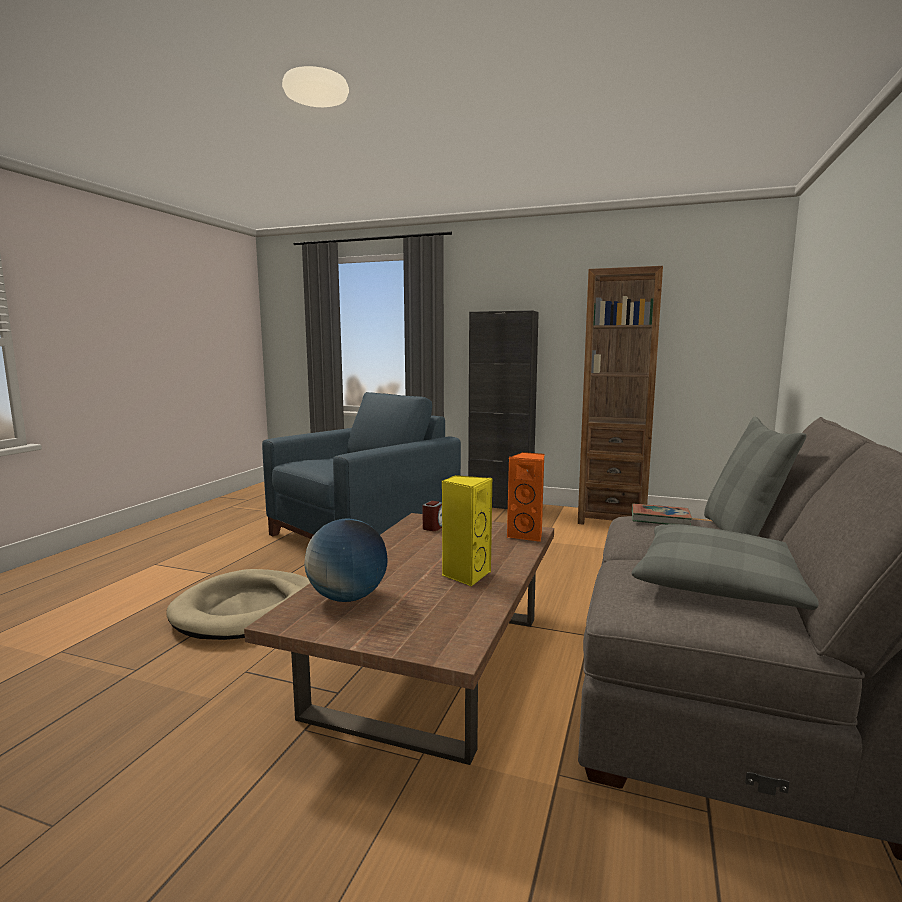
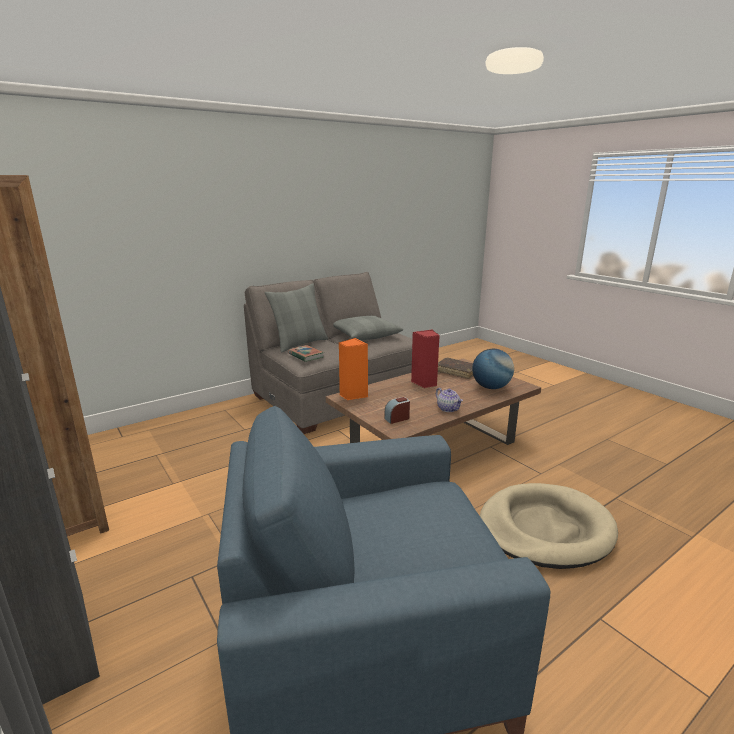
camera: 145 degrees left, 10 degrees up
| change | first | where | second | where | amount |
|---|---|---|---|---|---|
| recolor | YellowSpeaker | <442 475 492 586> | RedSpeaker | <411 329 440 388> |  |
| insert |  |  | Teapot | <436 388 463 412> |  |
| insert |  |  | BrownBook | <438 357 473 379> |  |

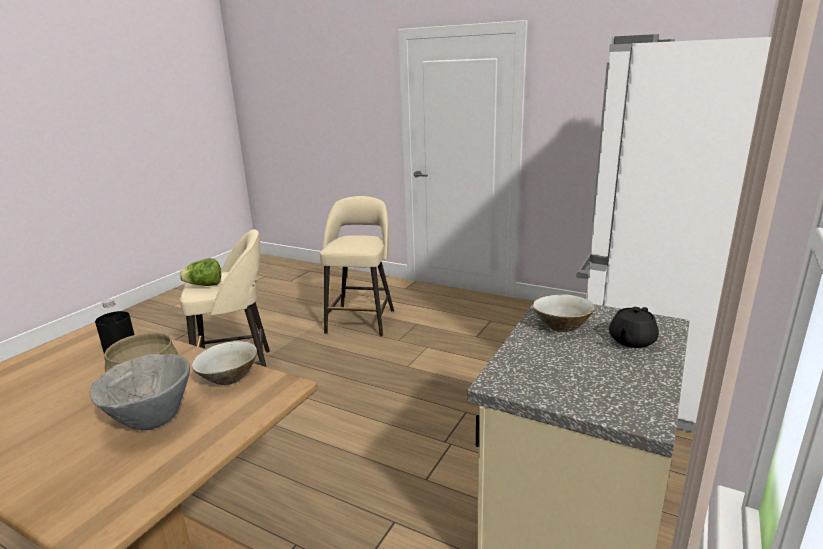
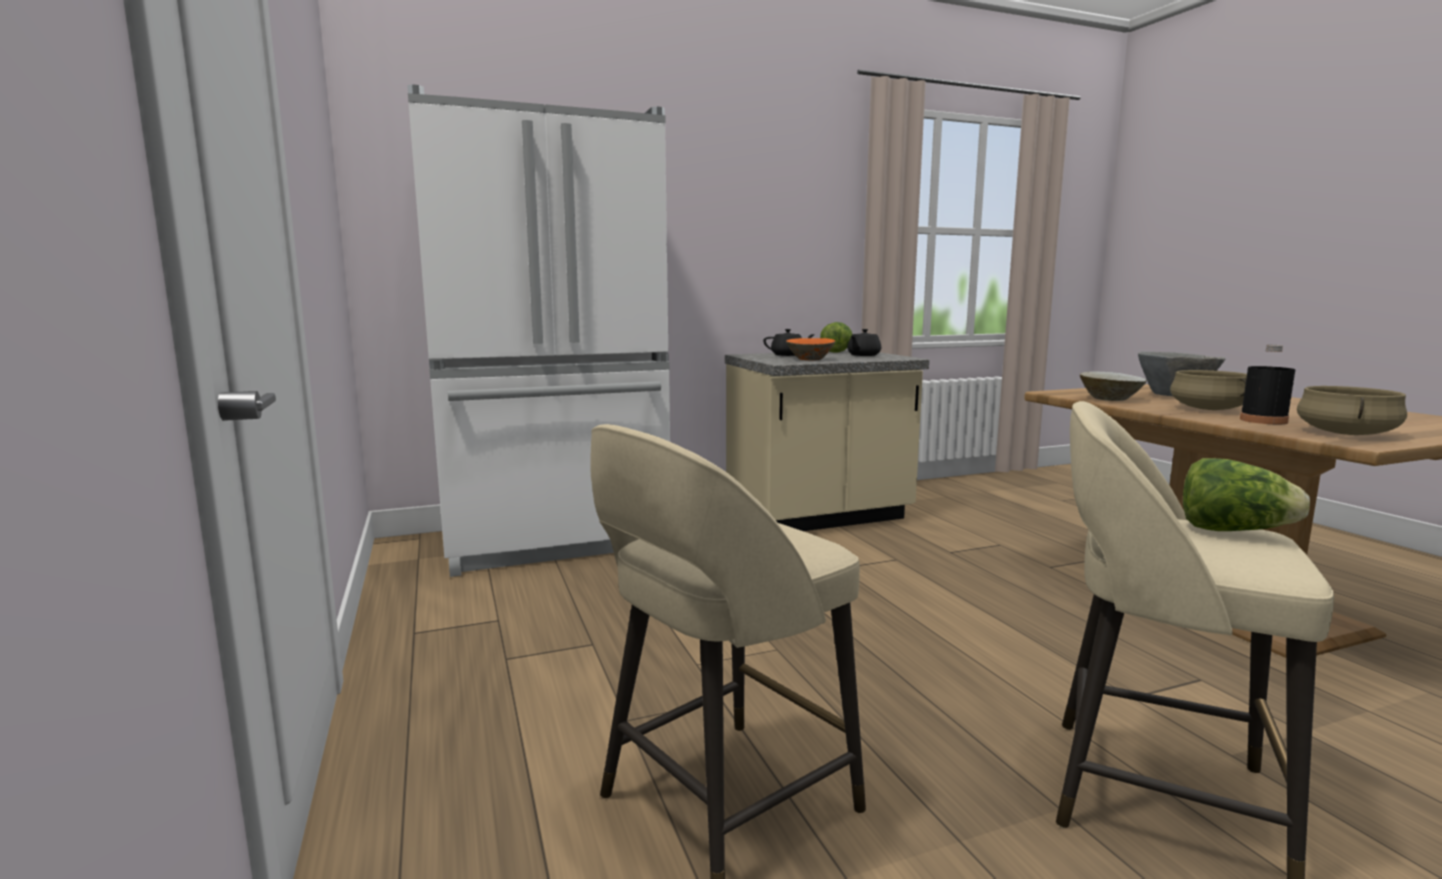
camera: 140 degrees left, 10 degrees down
| change | first | where | second | where | amount |
|---|---|---|---|---|---|
| recolor | BeigeBowl | <532 294 594 332> | OrangeBowl | <786 338 835 361> |  |
| insert |  |  | Lettuce | <820 322 853 353> |  |
| insert |  |  | BlackTeapot | <847 329 881 356> |  |
| insert |  |  | BeigeCookingPot | <1297 386 1407 435> |  |

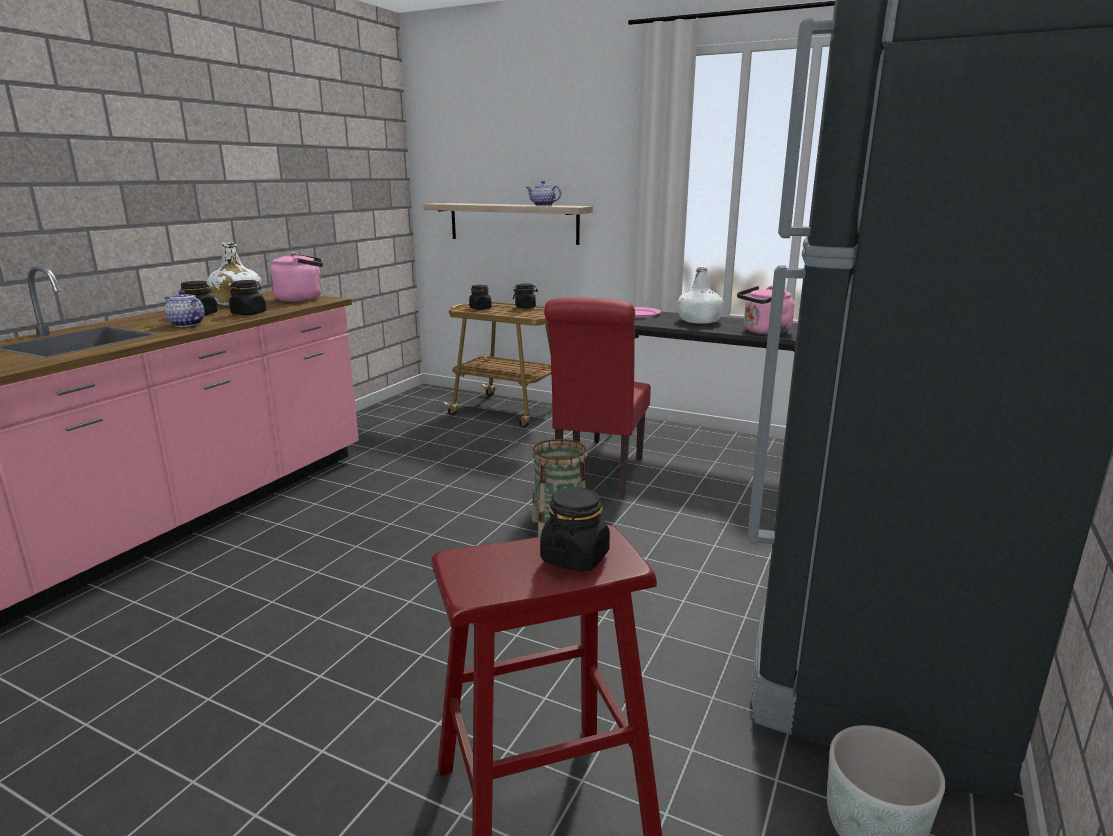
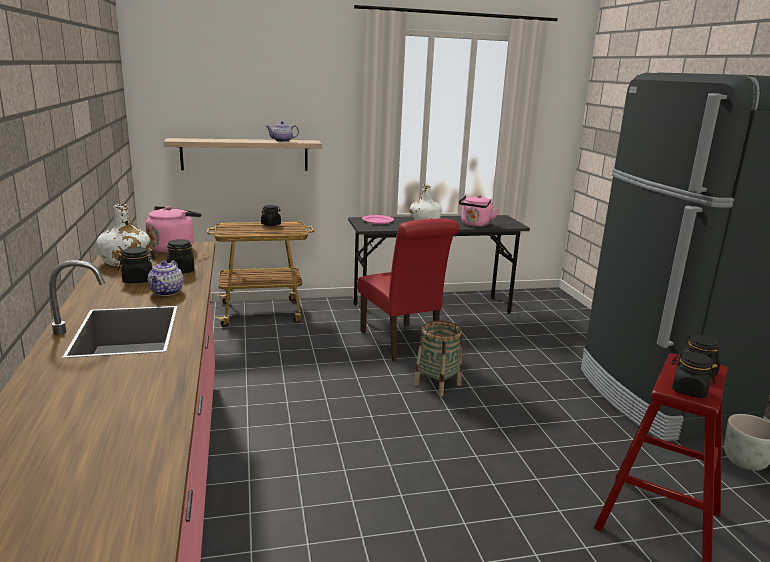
camera: 40 degrees left, 0 degrees up
| change | first | where | second | where | amount |
|---|---|---|---|---|---|
| rotate | Teapot | <164 290 204 327> |  | <147 260 184 296> | 75 degrees counterclockwise |
| move | BlackJar | <469 285 492 310> |  | <671 352 717 398> |  |

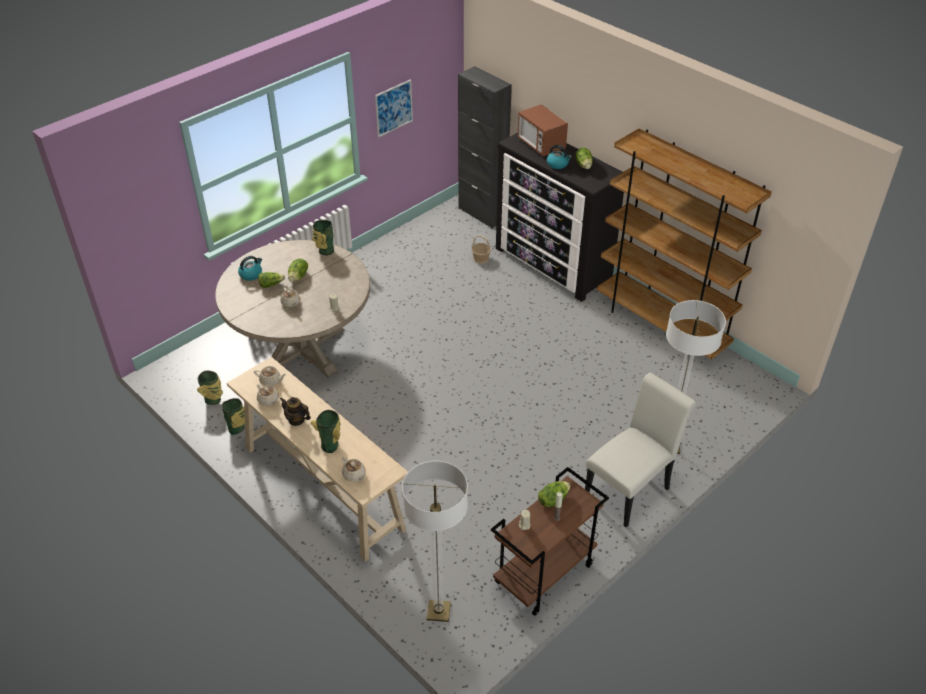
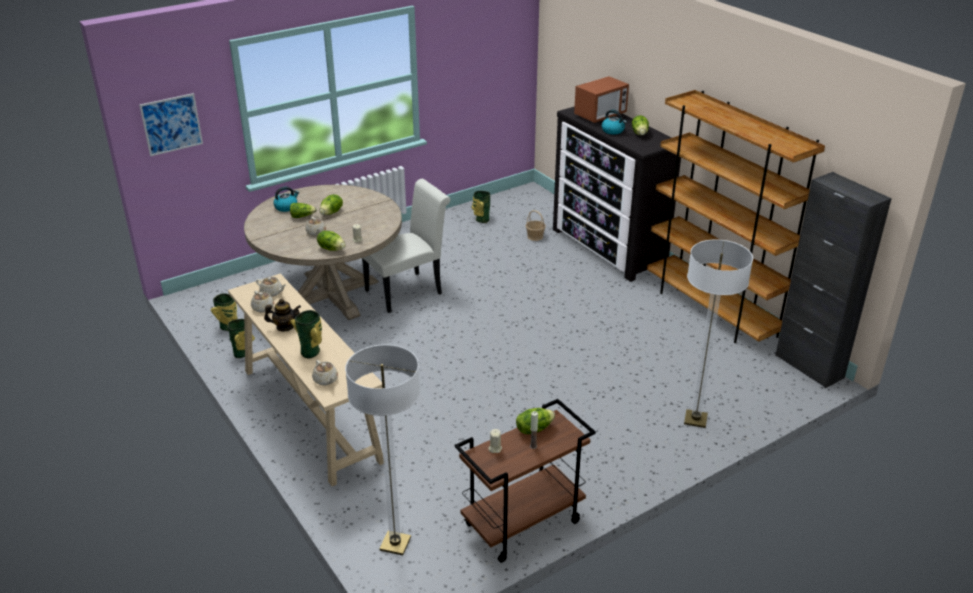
camera: 10 degrees right, 10 degrees down
| change | first | where | second | where | amount |
|---|---|---|---|---|---|
| move | Picture | <375 79 413 137> |  | <139 93 203 156> |  |
| rotate | Teapot | <280 397 311 426> |  | <264 299 301 332> | 135 degrees clockwise |
| insert |  |  | Lettuce | <317 231 345 251> |  |
| move | WhiteChair | <585 372 696 528> |  | <362 179 451 313> |  |
| move | Vase | <312 220 334 255> |  | <472 191 490 223> |  |
| rotate | Microwave | <518 104 568 156> |  | <574 76 629 123> | 105 degrees counterclockwise |
| move | BlackCabinet | <458 66 512 229> |  | <775 172 892 388> |  |

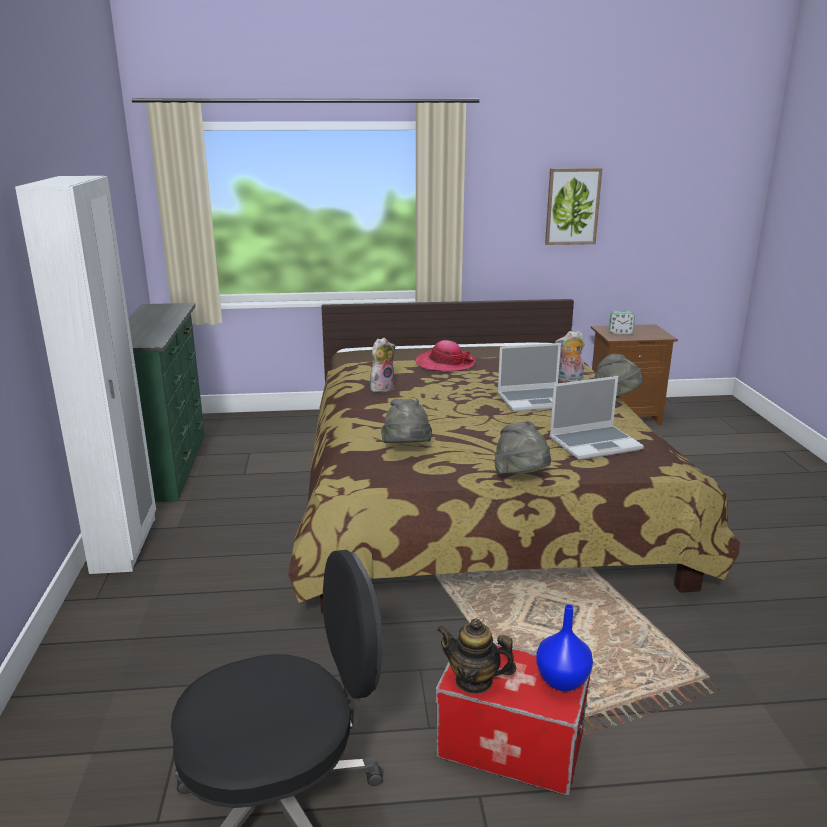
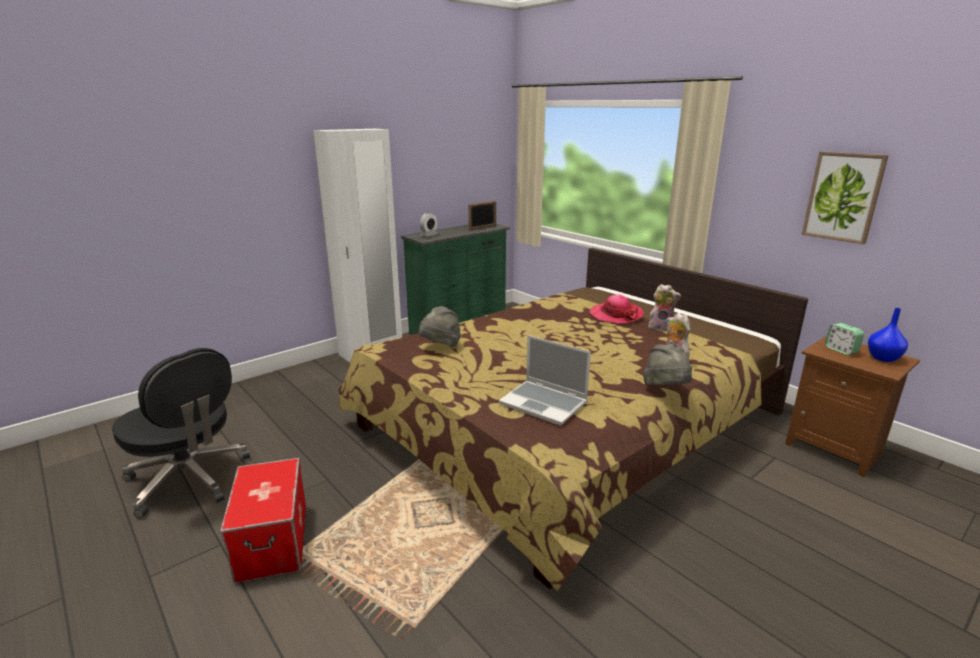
camera: 55 degrees right, 0 degrees up
| change | first | where | second | where | amount |
|---|---|---|---|---|---|
| insert |  |  | AlarmClock | <420 213 438 237> |  |
| insert |  |  | PictureFrame | <468 201 496 231> |  |
| move | PlushToy | <370 337 396 392> |  | <648 284 681 331> |  |
| move | BlueVase | <536 604 593 691> |  | <868 308 908 362> |  |
| delete | Teapot | <437 618 517 694> |  |  |  |
| delete | GreyHat | <495 421 551 474> |  |  |  |
| delete | Laptop | <497 343 561 412> |  |  |  |

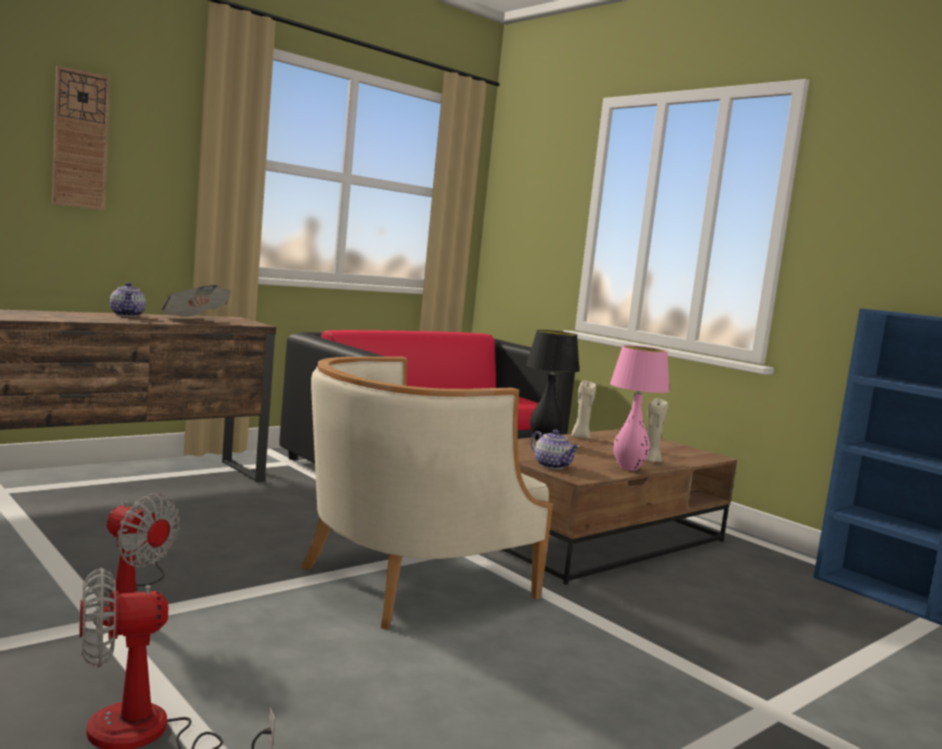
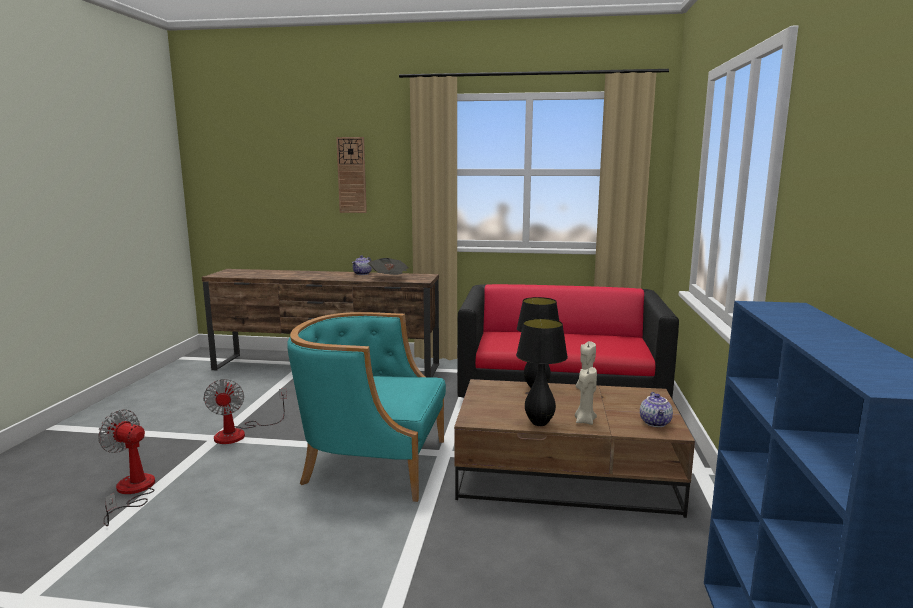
camera: 50 degrees right, 5 degrees up
| change | first | where | second | where | amount |
|---|---|---|---|---|---|
| recolor | BeigeArmchair | <301 357 553 629> | TurquoiseArmchair | <287 312 446 502> |  |
| recolor | PinkTableLamp | <610 345 670 471> | BlackTableLamp | <516 318 568 426> |  |
| move | Teapot | <530 429 580 469> |  | <640 392 673 427> |  |

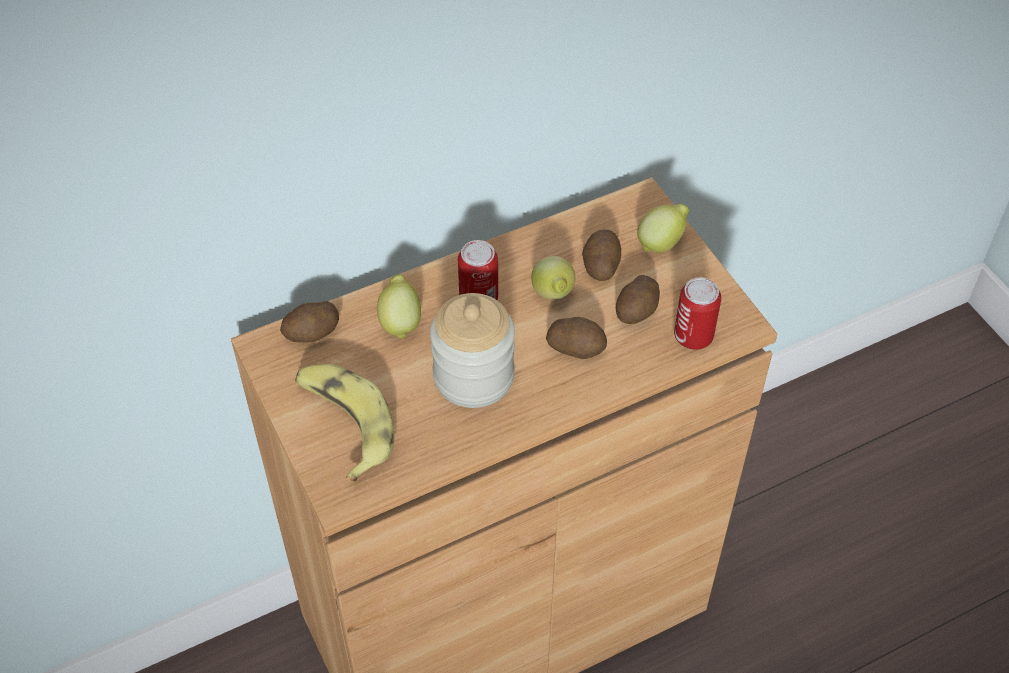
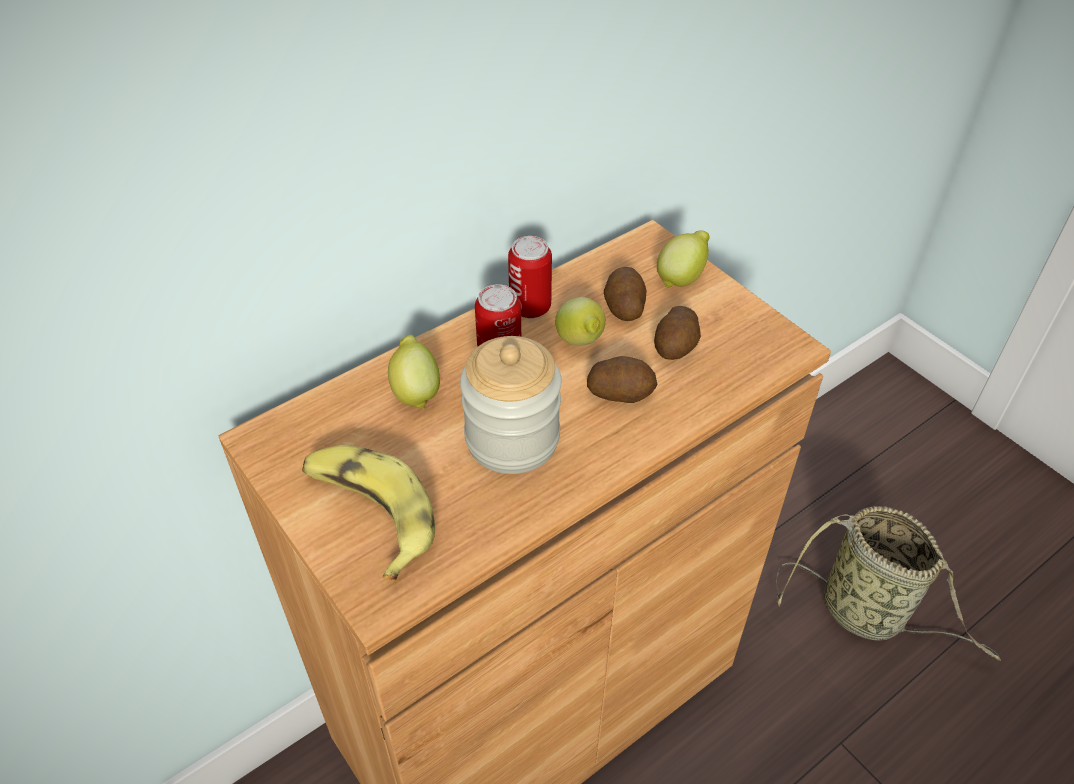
camera: 10 degrees left, 5 degrees down
| change | first | where | second | where | amount |
|---|---|---|---|---|---|
| move | Can | <674 277 721 350> |  | <508 236 552 318> |  |
| insert |  |  | Basket | <776 506 1001 661> |  |
| delete | Potato | <280 301 339 343> |  |  |  |

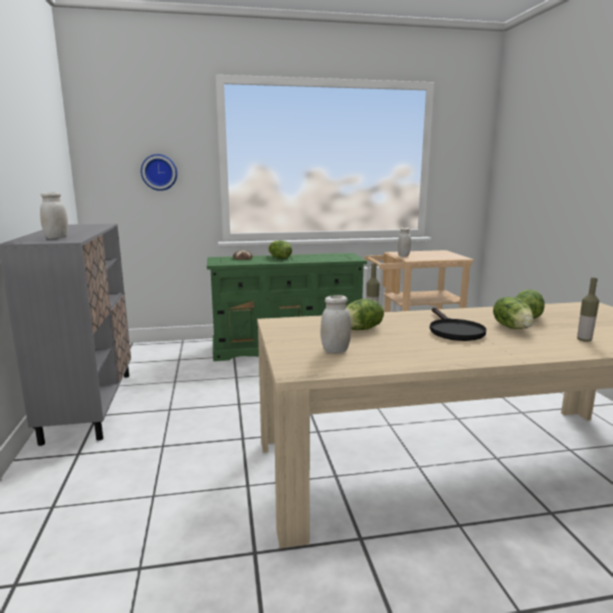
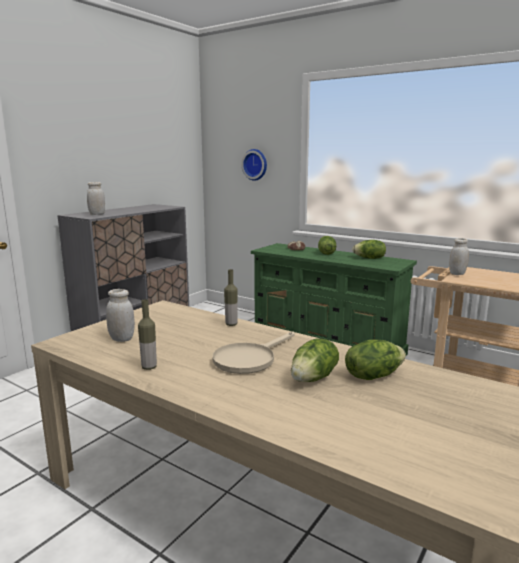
camera: 45 degrees right, 0 degrees up
| change | first | where | second | where | amount |
|---|---|---|---|---|---|
| move | Bottle | <577 278 599 342> |  | <138 299 157 370> |  |
| recolor | BlackFryingPan | <430 307 486 341> | BeigeFryingPan | <213 332 295 374> |  |
| move | Lettuce | <346 299 384 330> |  | <352 240 386 259> |  |

